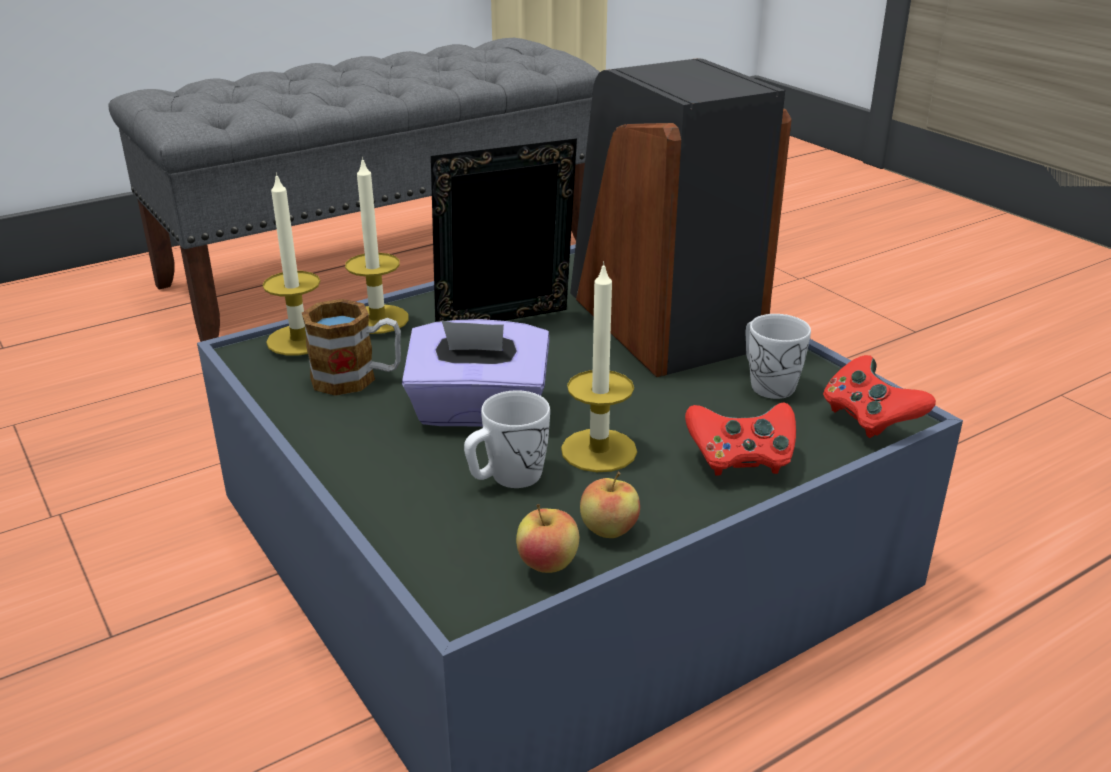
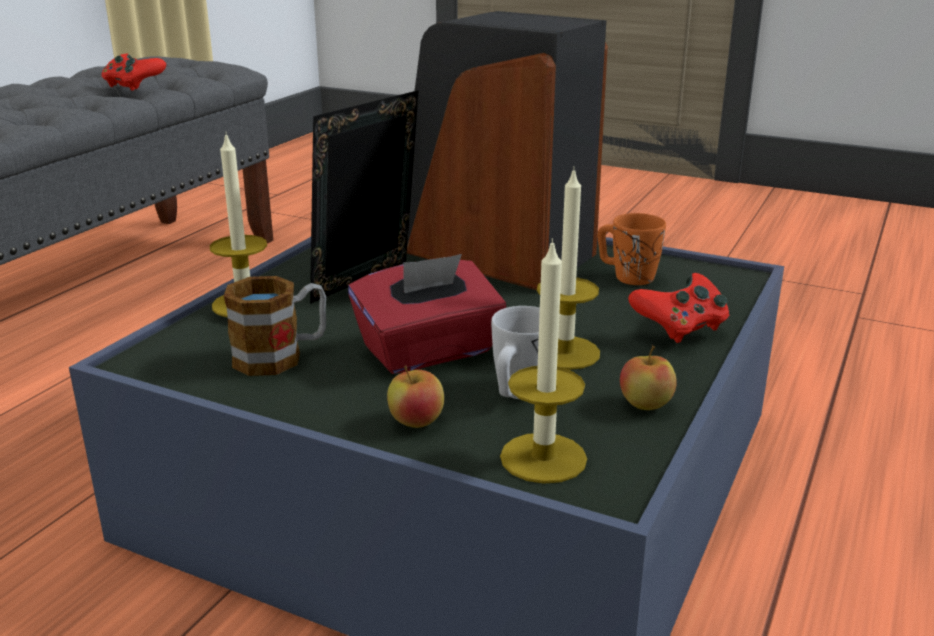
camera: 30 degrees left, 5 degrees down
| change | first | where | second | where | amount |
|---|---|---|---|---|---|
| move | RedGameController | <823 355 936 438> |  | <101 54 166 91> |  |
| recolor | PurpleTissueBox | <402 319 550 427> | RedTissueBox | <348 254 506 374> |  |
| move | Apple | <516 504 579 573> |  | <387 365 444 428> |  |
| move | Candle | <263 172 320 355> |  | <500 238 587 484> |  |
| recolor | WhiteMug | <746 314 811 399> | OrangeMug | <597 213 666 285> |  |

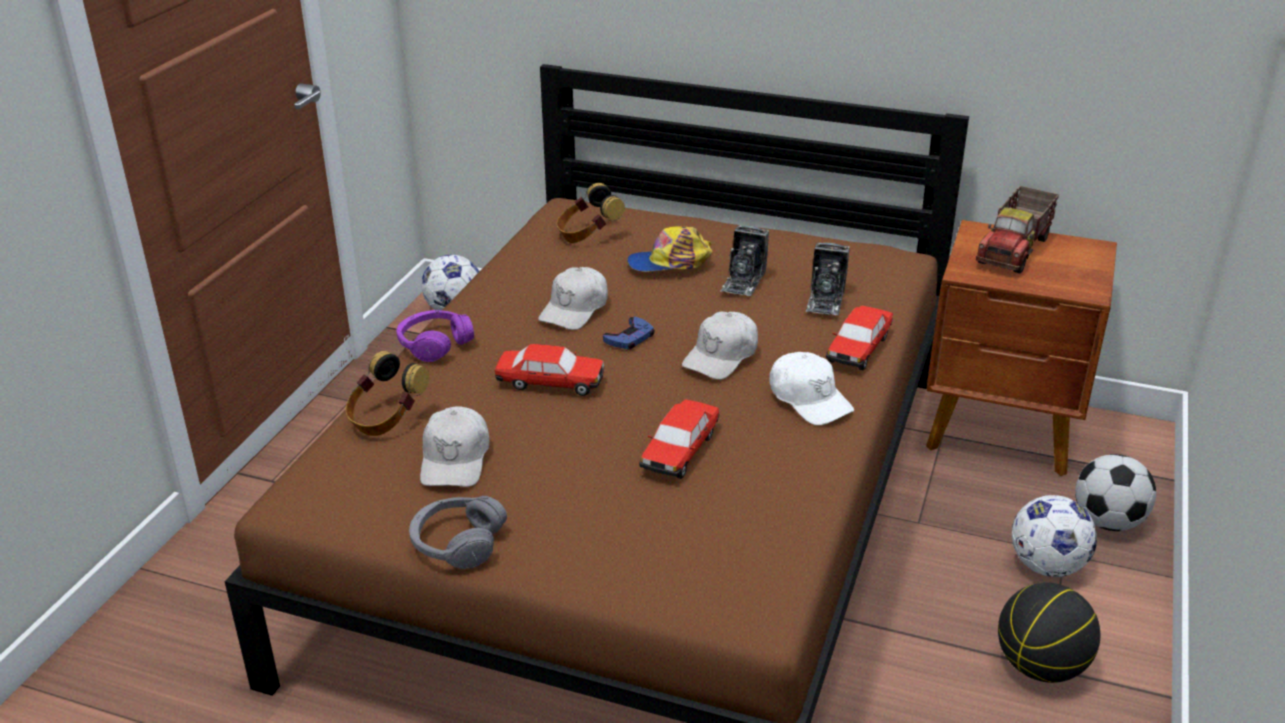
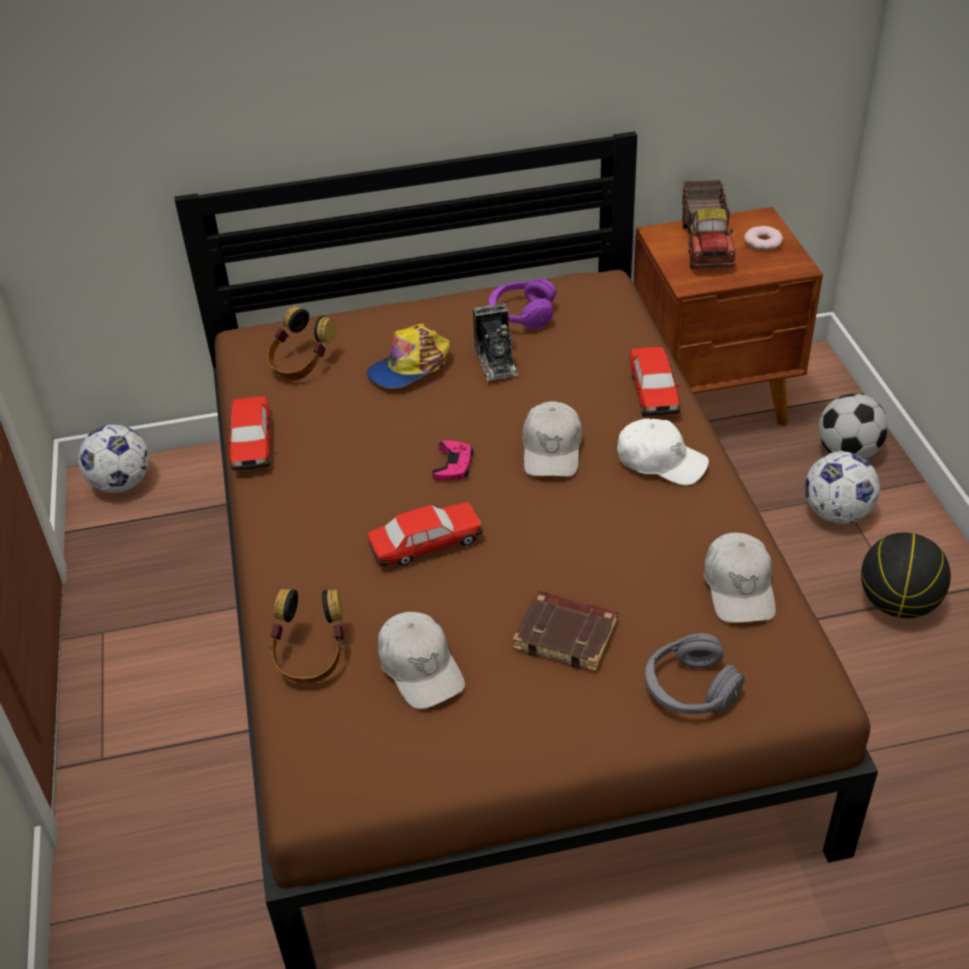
camera: 30 degrees left, 10 degrees up
| change | first | where | second | where | amount |
|---|---|---|---|---|---|
| move | ToyCar | <639 399 720 479> |  | <225 397 271 470> |  |
| recolor | BlueGameController | <603 317 655 350> | PinkGameController | <432 440 473 481> |  |
| move | PurpleHeadphones | <397 310 474 362> |  | <489 278 556 329> |  |
| insert |  |  | BrownBook | <513 591 618 672> |  |
| move | GreyHeadphones | <409 496 507 569> |  | <645 633 745 714> |  |
| move | WhiteCap | <538 267 608 330> |  | <704 533 776 623> |  |
| insert |  |  | Donut | <744 226 783 250> |  |
| delete | PhotoCamera | <806 243 850 315> |  |  |  |

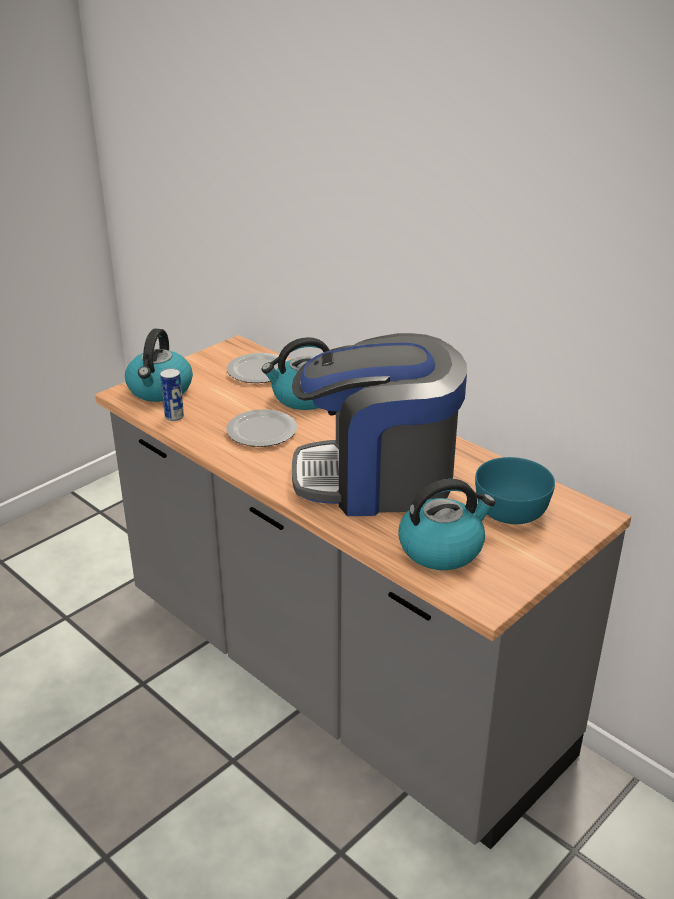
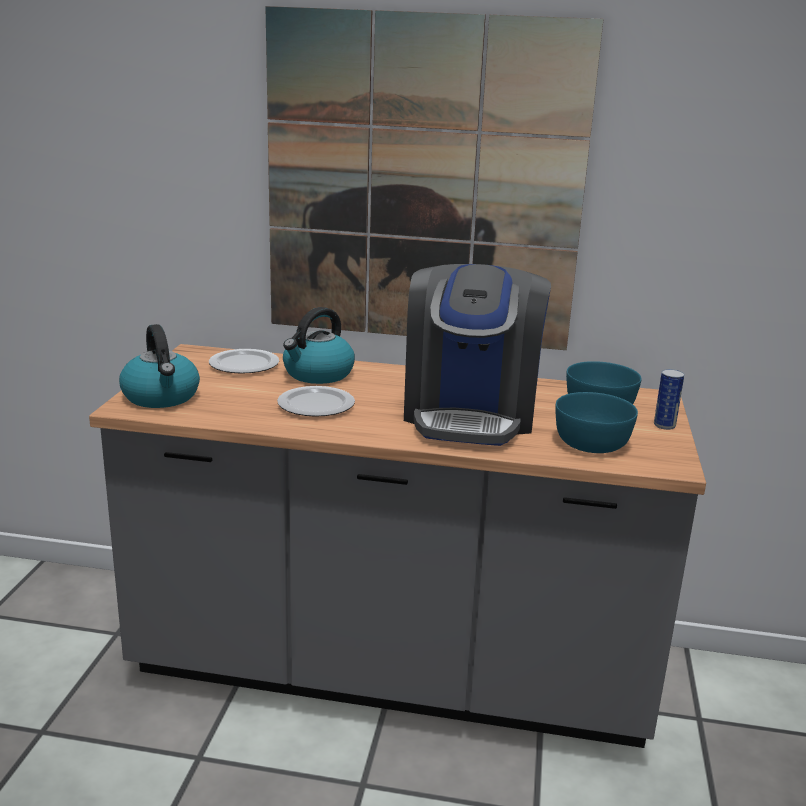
camera: 35 degrees left, 10 degrees down
| change | first | where | second | where | amount |
|---|---|---|---|---|---|
| insert |  |  | Picture | <265 6 604 350> |  |
| rotate | CoffeeMachine | <292 333 467 516> |  | <404 264 551 446> | 45 degrees counterclockwise |
| replace | Kettle | <399 479 496 570> | TurquoiseBowl | <555 392 638 453> |  |
| move | Can | <160 368 184 421> |  | <654 369 684 430> |  |

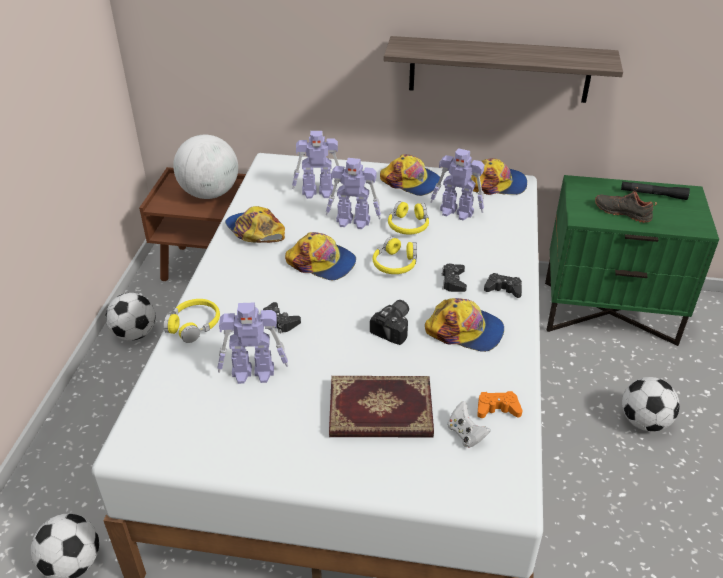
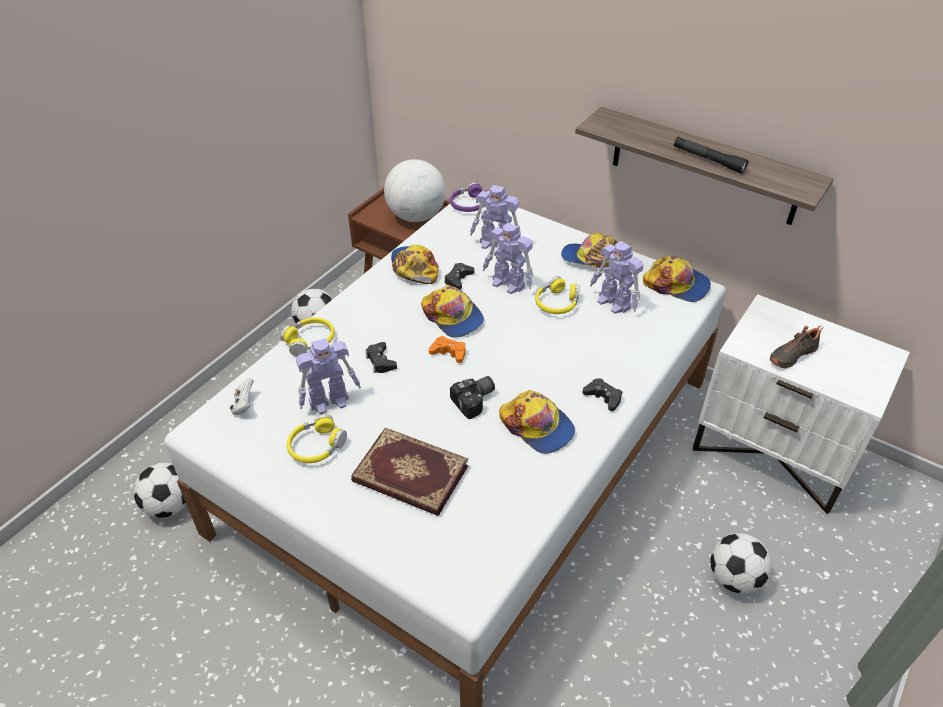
camera: 25 degrees right, 5 degrees up
| change | first | where | second | where | amount |
|---|---|---|---|---|---|
| move | WhiteGameController | <448 401 490 448> |  | <230 378 254 415> |  |
| move | YellowHeadphones | <373 236 417 274> |  | <287 414 347 463> |  |
| rotate | ToyRobot | <217 303 288 384> |  | <296 338 361 415> | 45 degrees counterclockwise |
| move | OrangeGameController | <477 391 523 418> |  | <429 336 465 363> |  |
| move | BlackGameController | <442 263 467 292> |  | <444 263 474 290> |  |
| insert |  |  | PurpleHeadphones | <450 182 490 212> |  |
| rotate | Cap | <380 154 440 196> |  | <561 233 618 268> | 135 degrees clockwise |
| move | BlackFlashlight | <621 181 690 200> |  | <674 137 748 174> |  |
| recolor | GreenNightstand | <545 175 719 346> | WhiteNightstand | <692 294 910 514> |  |
| rotate | BlackShoe | <595 187 657 223> |  | <770 326 823 368> | 90 degrees counterclockwise |

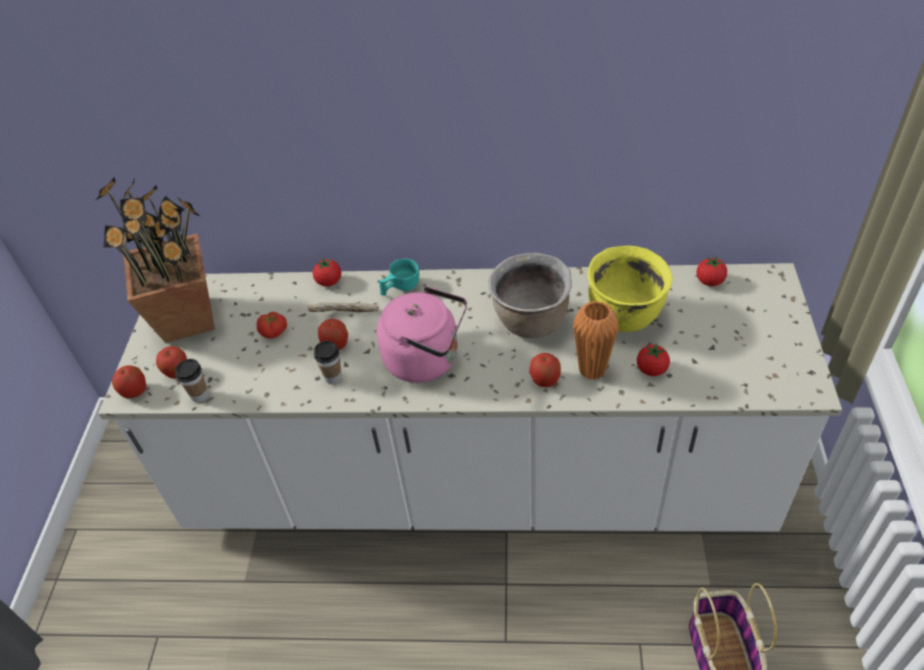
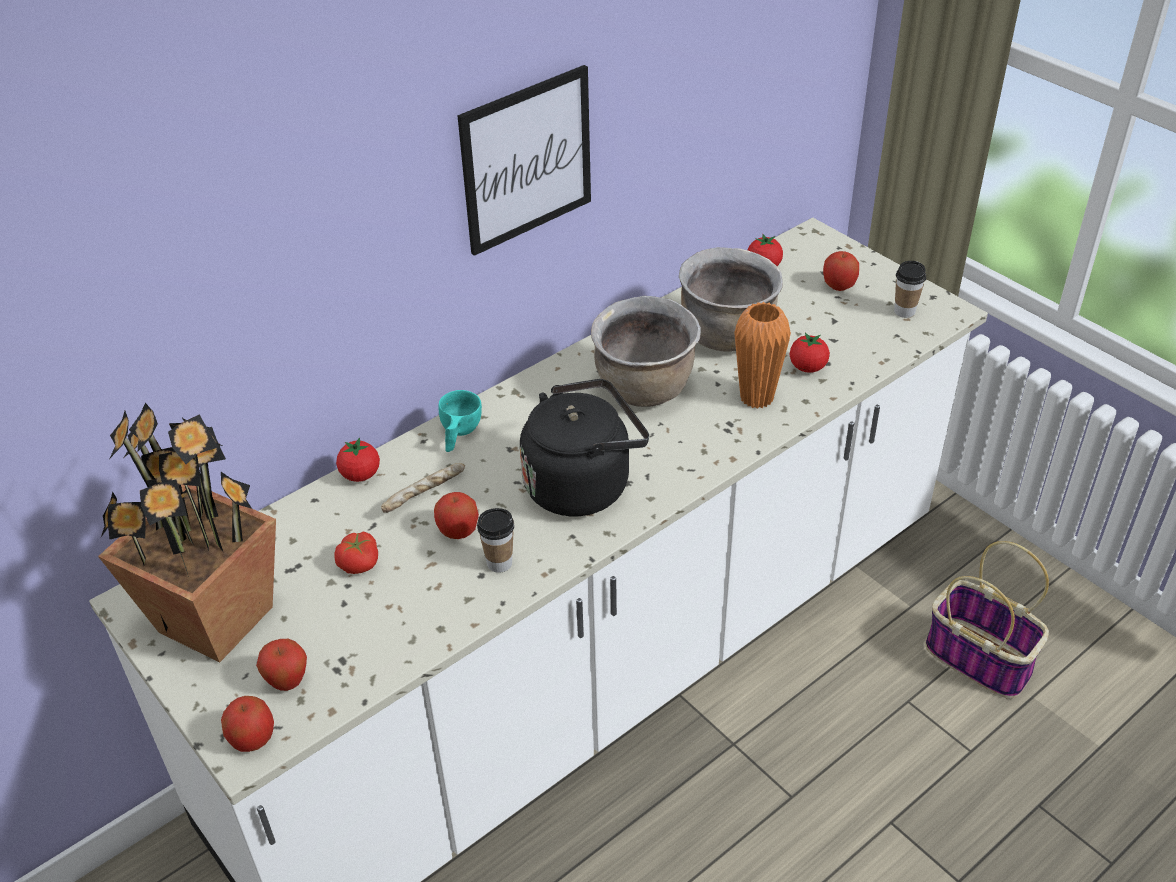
camera: 45 degrees left, 5 degrees down
| change | first | where | second | where | amount |
|---|---|---|---|---|---|
| insert |  |  | Picture | <458 65 591 256> |  |
| recolor | PinkKettle | <377 286 467 383> | BlackKettle | <520 379 649 517> |  |
| recolor | YellowCookingPot | <587 246 672 332> | BrownCookingPot | <679 247 783 352> |  |
| move | Apple | <529 353 561 387> |  | <823 251 859 291> |  |
| move | Cup | <175 359 209 403> |  | <894 261 926 318> |  |

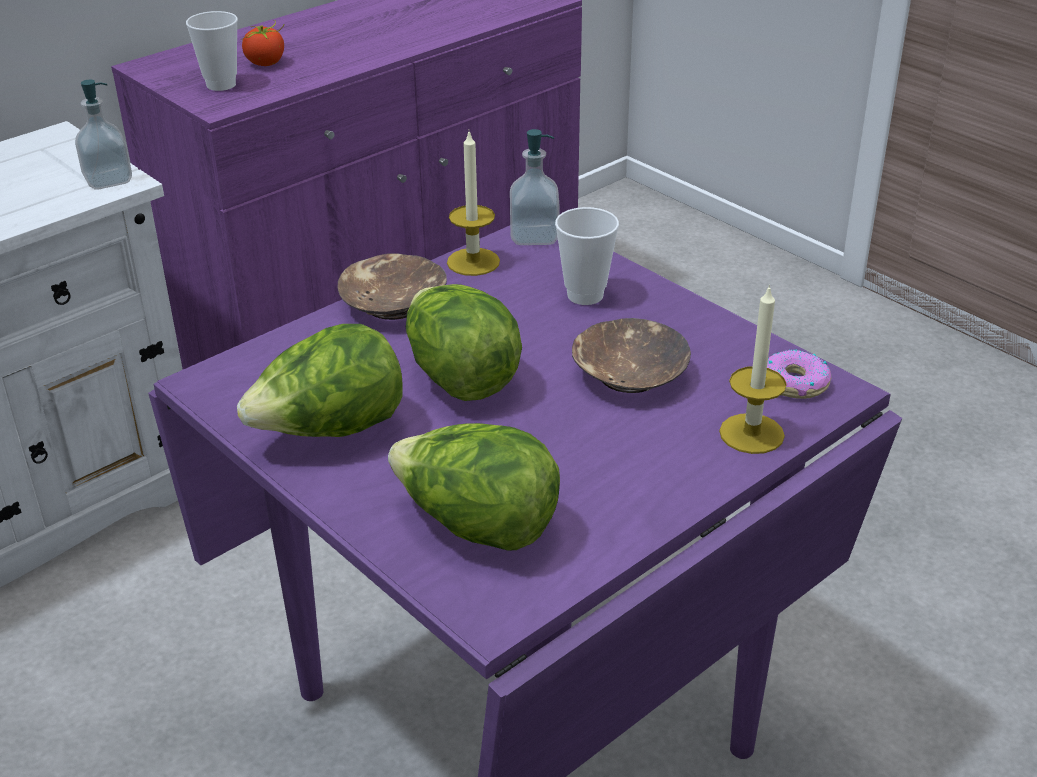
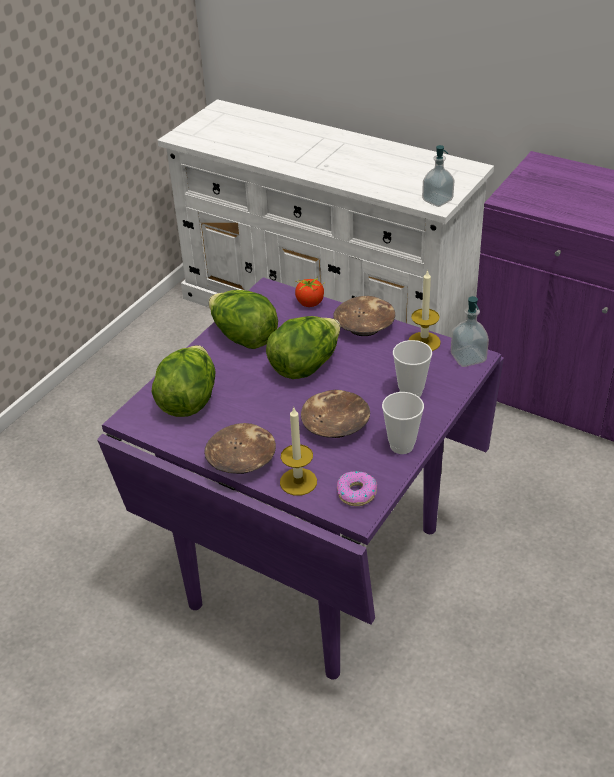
camera: 75 degrees right, 5 degrees up
| change | first | where | second | where | amount |
|---|---|---|---|---|---|
| insert |  |  | BrownBowl | <204 423 276 474> |  |
| move | Tomato | <241 20 285 66> |  | <295 278 325 307> |  |
| move | Cup | <186 11 238 91> |  | <382 392 424 454> |  |

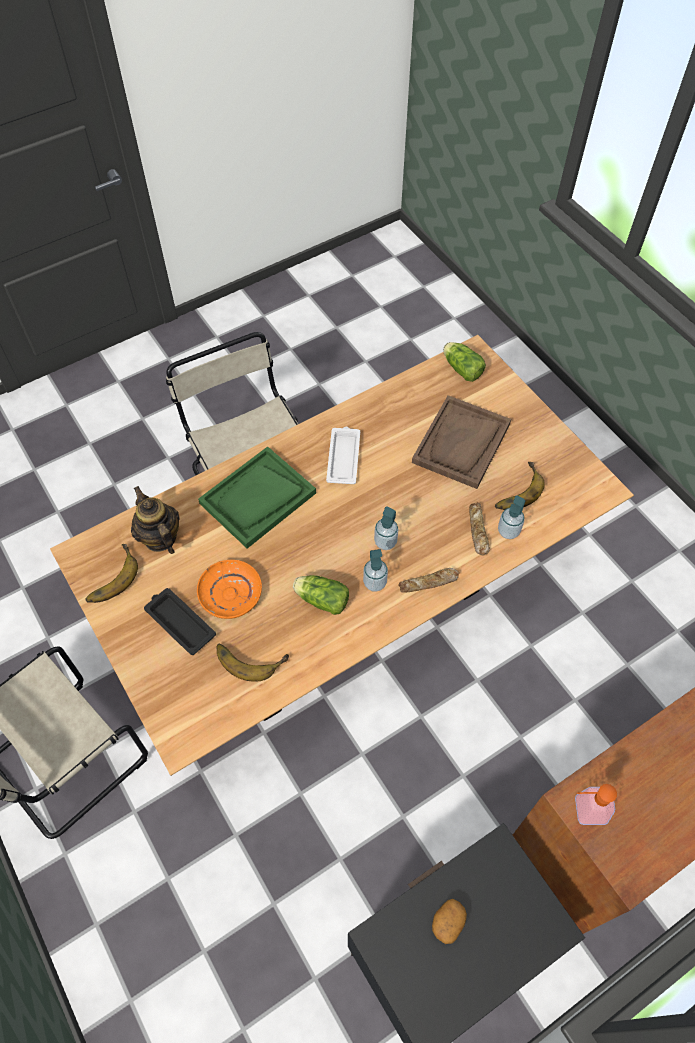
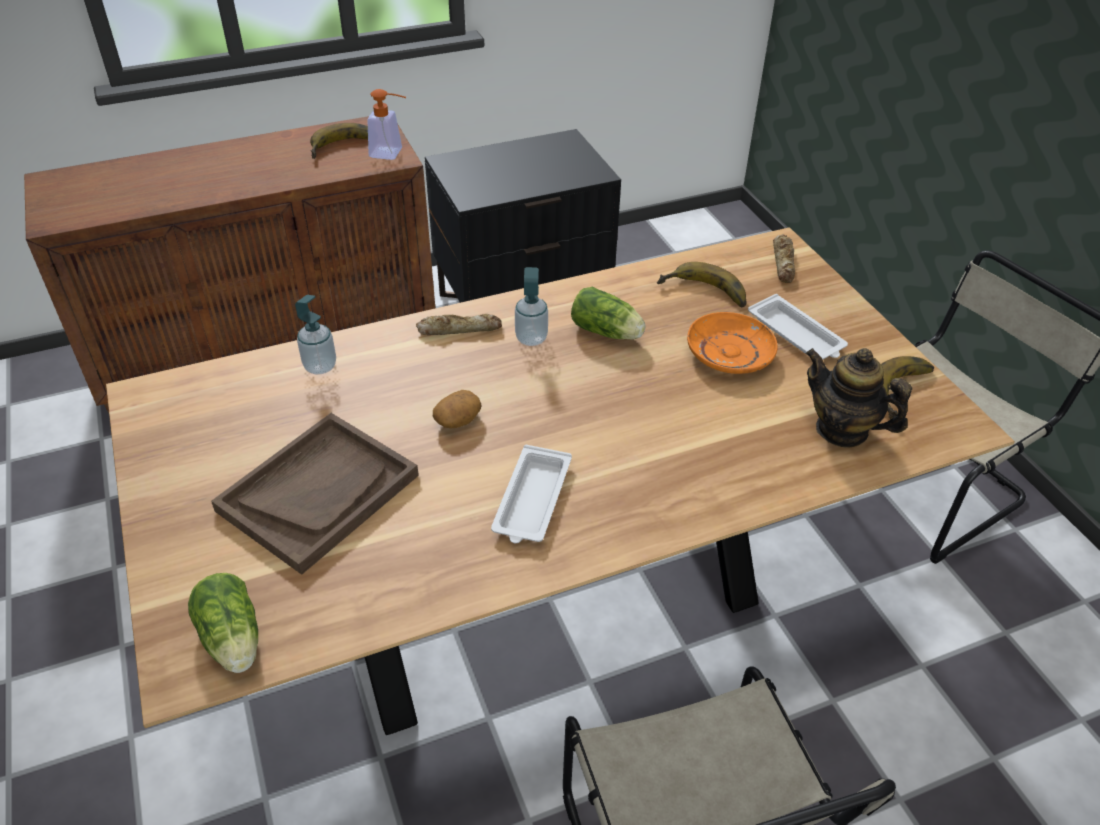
camera: 170 degrees left, 15 degrees down
| change | first | where | second | where | amount |
|---|---|---|---|---|---|
| move | Banana | <495 462 545 510> |  | <310 123 368 159> |  |
| move | Potato | <432 899 467 944> |  | <433 390 482 429> |  |
| recolor | BlackTray | <144 588 216 655> | WhiteTray | <748 294 848 360> |  |
| move | Bread | <469 502 490 555> |  | <773 234 795 283> |  |
| rotate | Teapot | <131 486 180 554> |  | <805 348 912 448> | 150 degrees clockwise |
| delete | GreenTray | <198 446 316 549> |  |  |  |
| delete | SoapDispenser | <374 507 398 550> |  |  |  |

